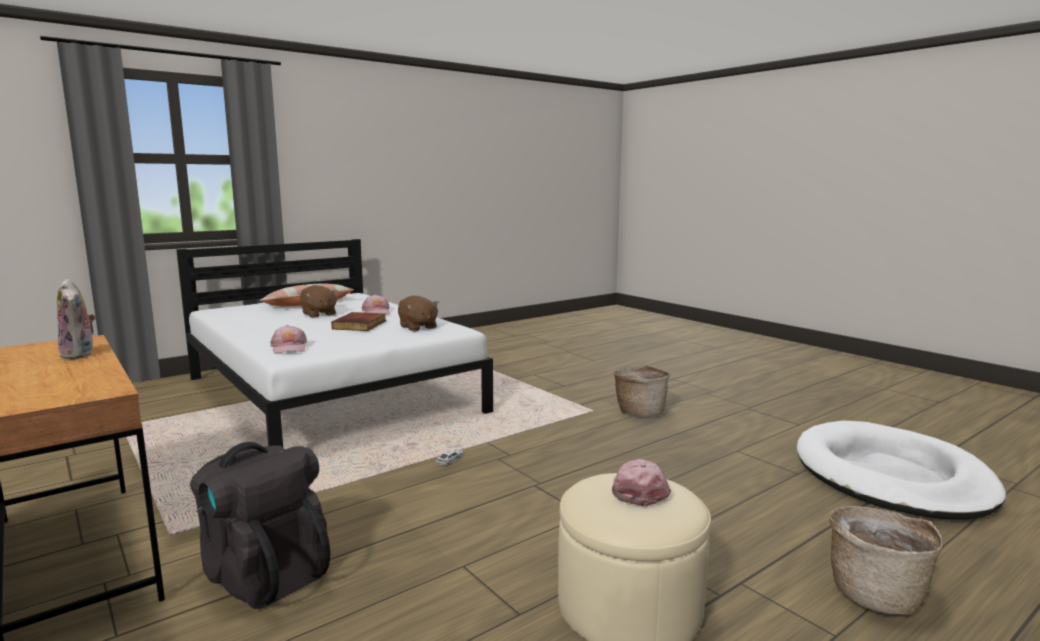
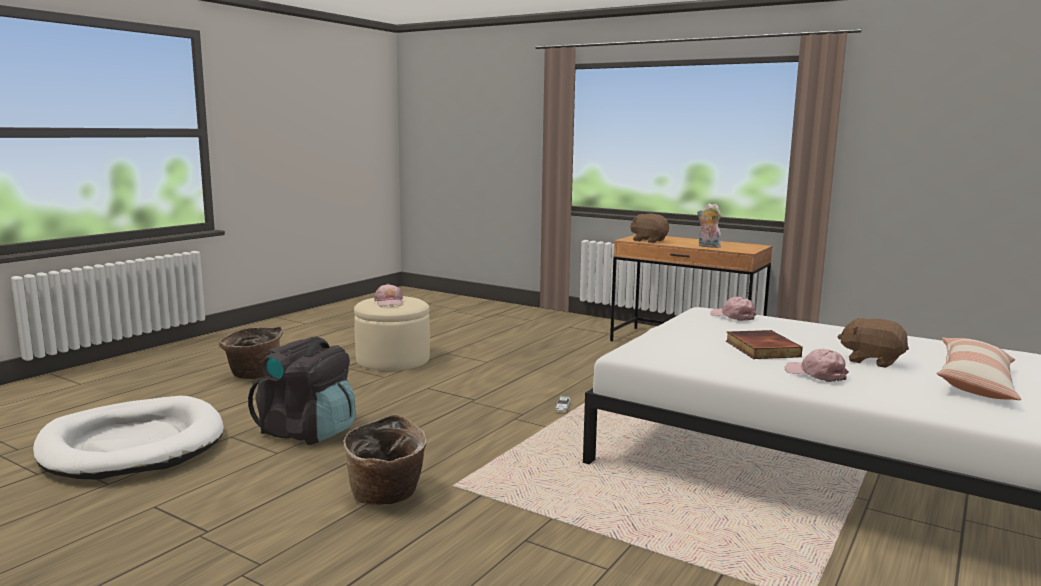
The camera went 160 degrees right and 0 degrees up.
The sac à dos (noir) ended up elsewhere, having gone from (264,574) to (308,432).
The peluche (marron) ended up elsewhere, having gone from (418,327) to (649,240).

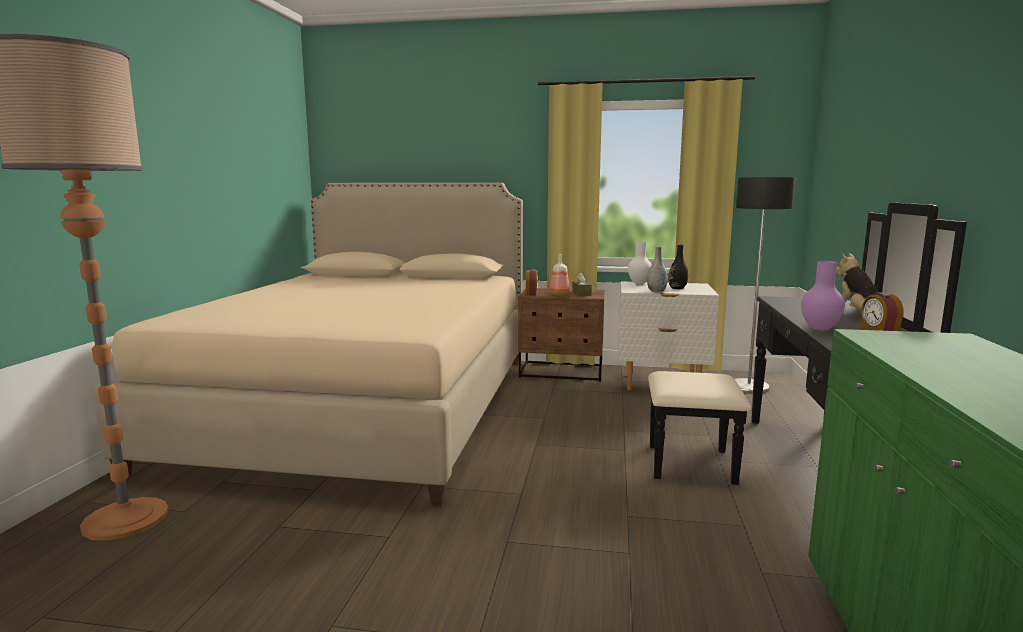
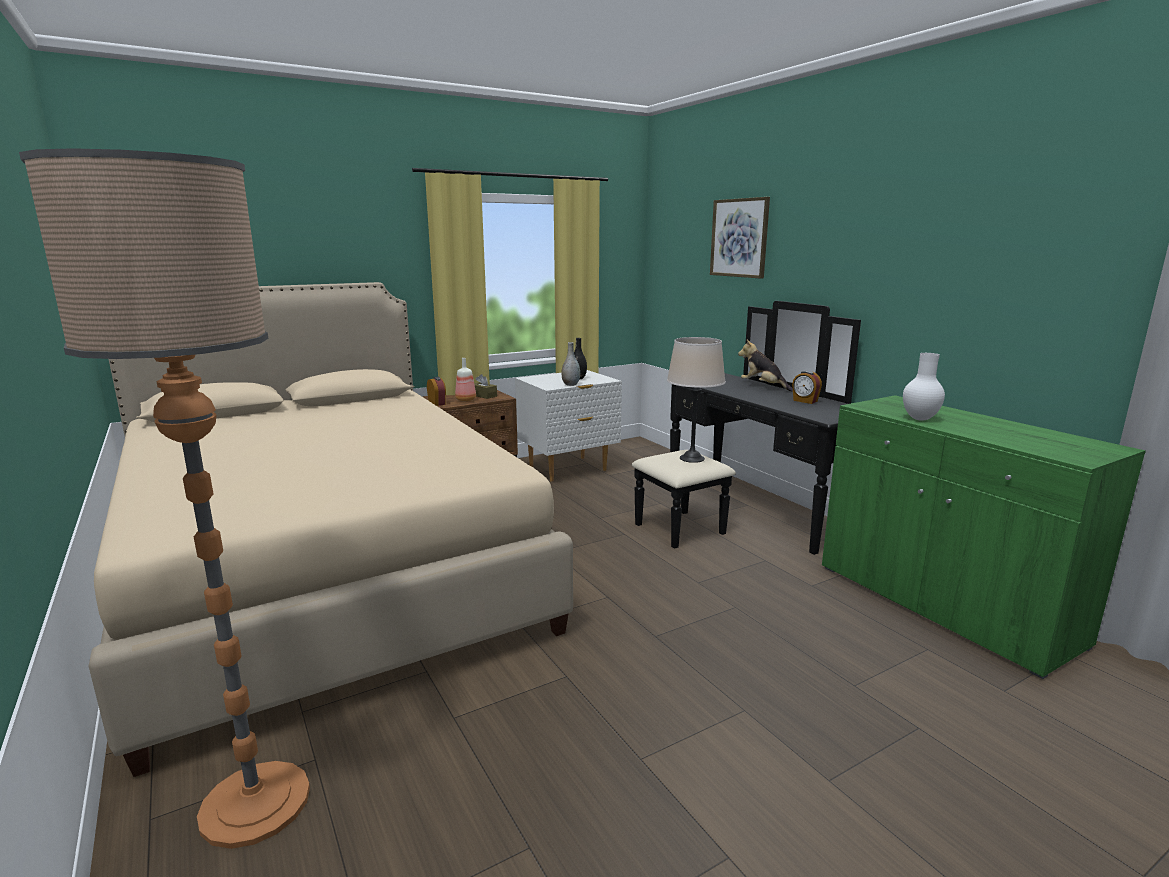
The camera went 40 degrees left and 5 degrees up.
The second view lost the lampadaire at (749,387).
The second view lost the vase (violet) at (819,329).
The second view gained the lampe de table (beige) at (692,458).
The second view gained the tableau at (739,238).
The vase (blanc) ended up elsewhere, having gone from (639,283) to (919,418).

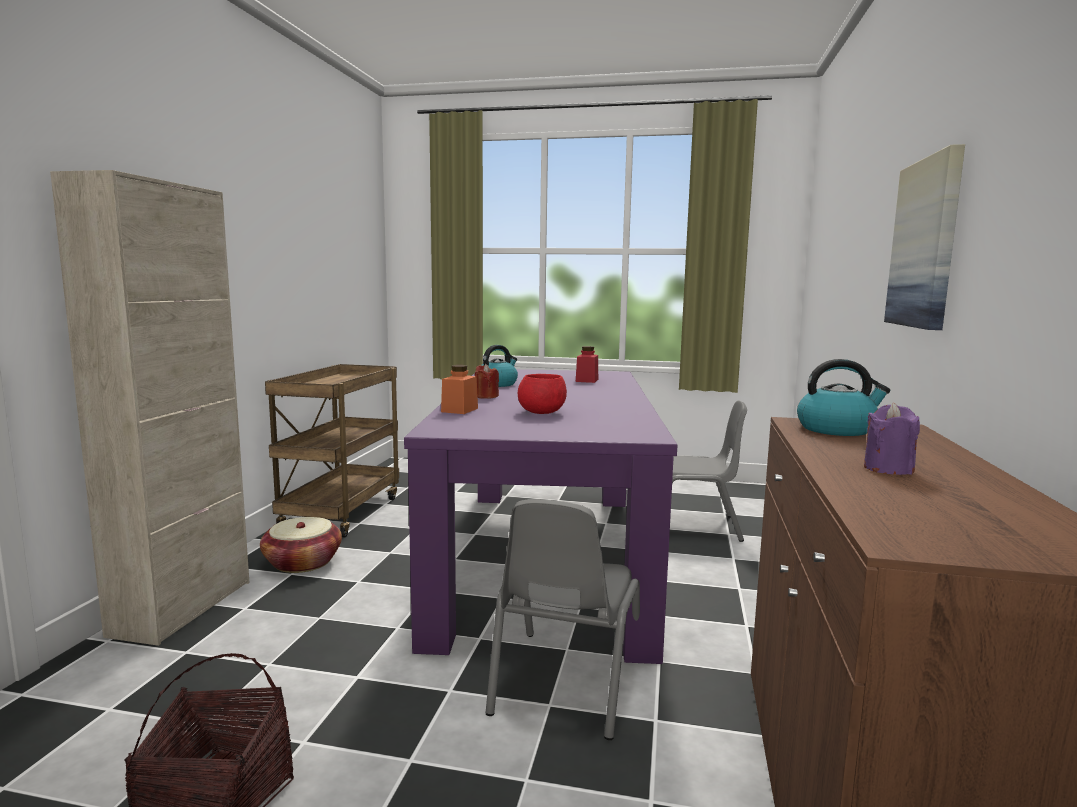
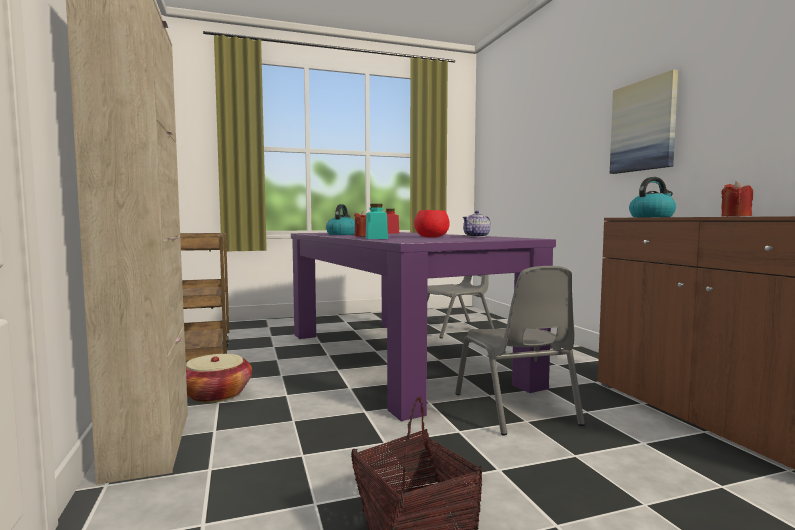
The camera went 30 degrees left and 5 degrees down.
The second view gained the théière at (477,236).
What was the bocal (orange) at (459,410) turned into the bocal (turquoise) at (376,238).
What was the bougie (violet) at (888,469) turned into the bougie (rouge) at (735,216).

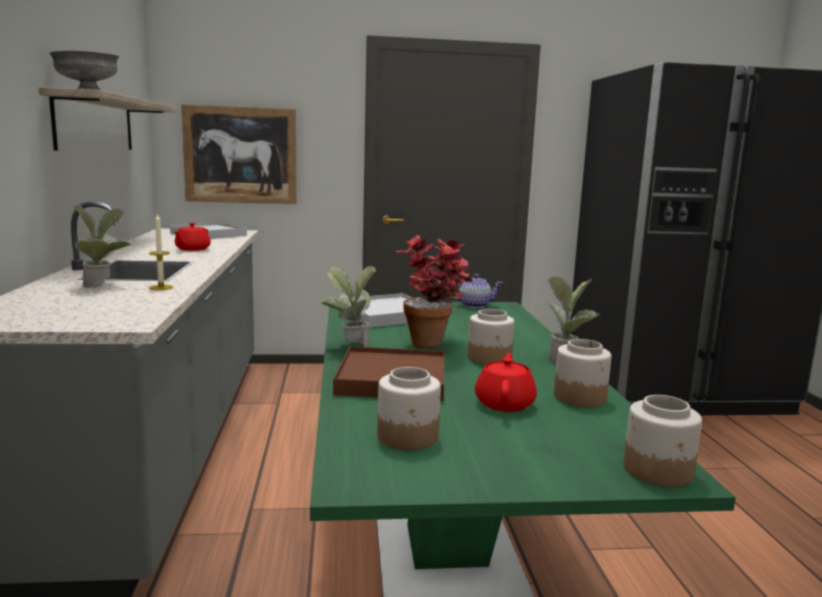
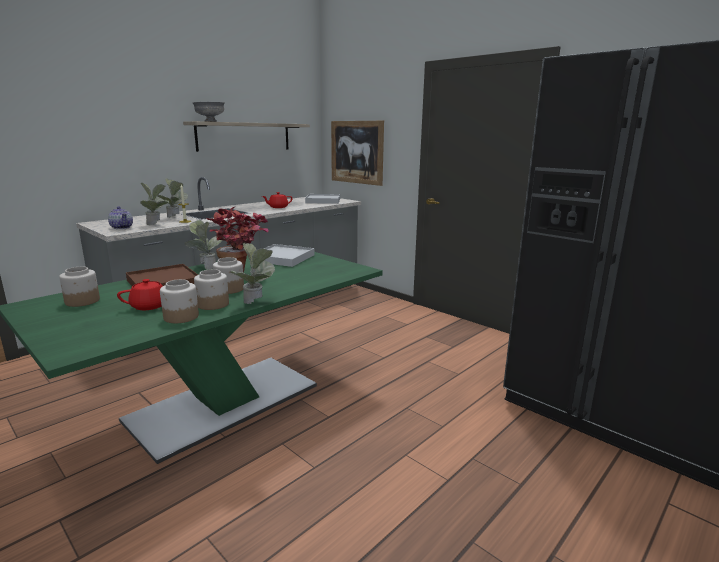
The camera went 50 degrees right and 5 degrees up.
The second view gained the plante en pot at (157,224).
The théière ended up elsewhere, having gone from (474,305) to (122,227).
The bocal ended up elsewhere, having gone from (658,471) to (212,304).

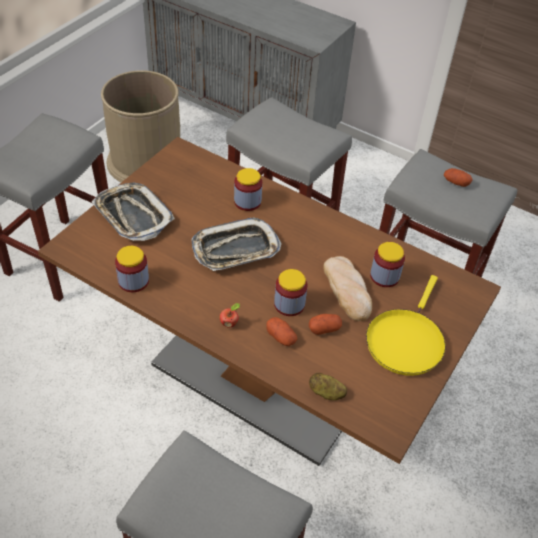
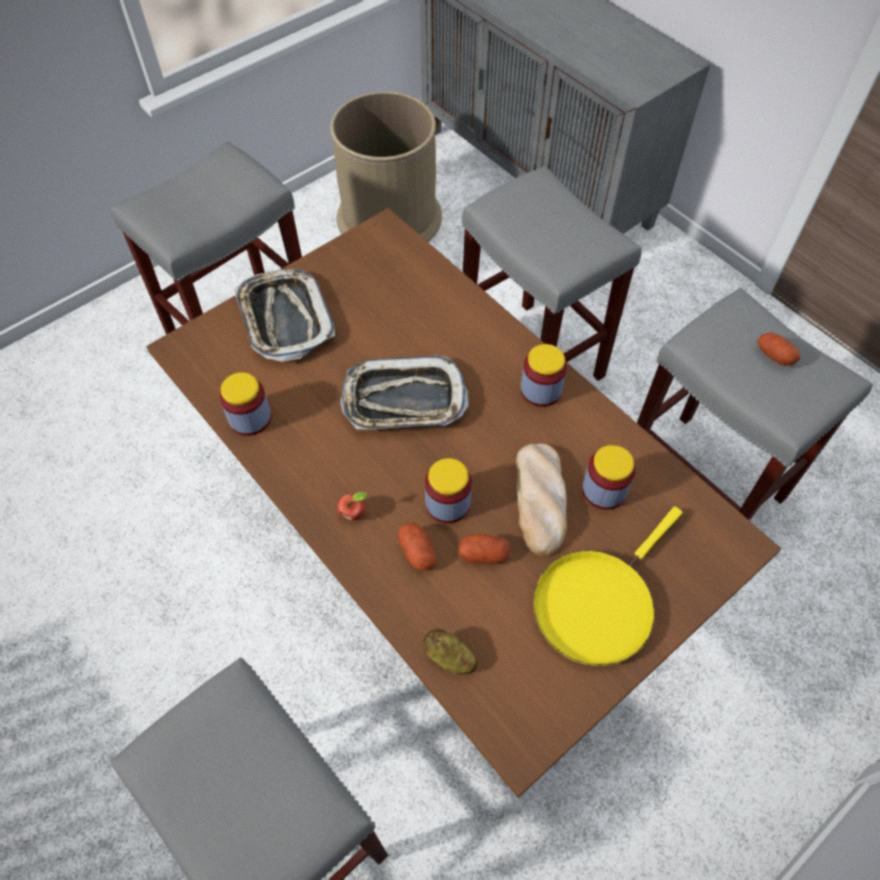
The camera went 20 degrees right and 10 degrees up.
The bocal ended up elsewhere, having gone from (247,202) to (541,390).

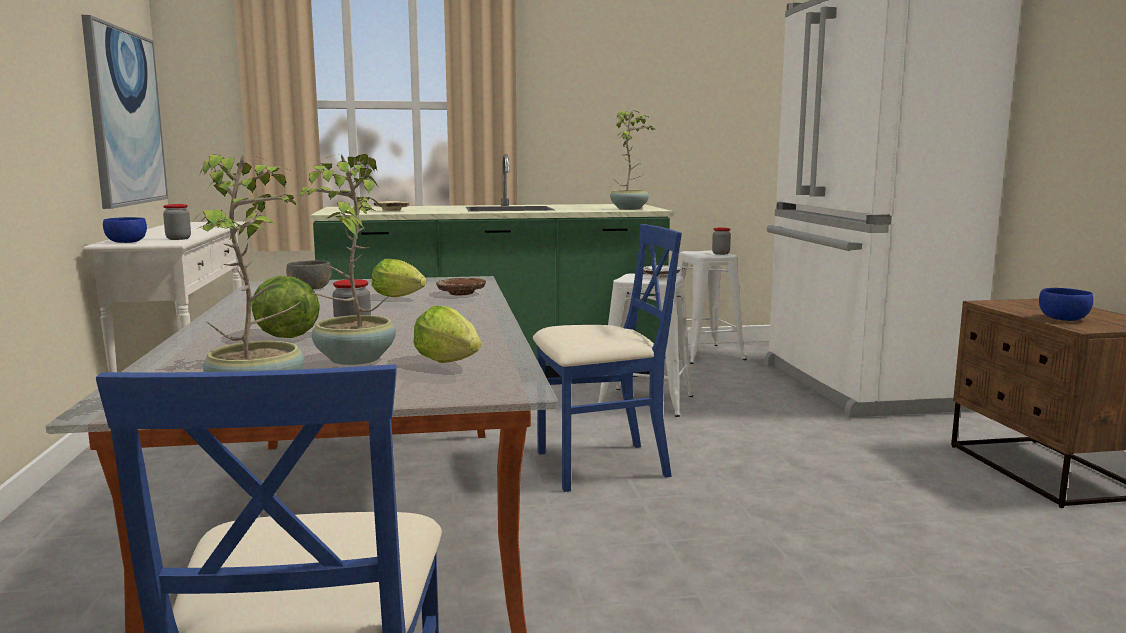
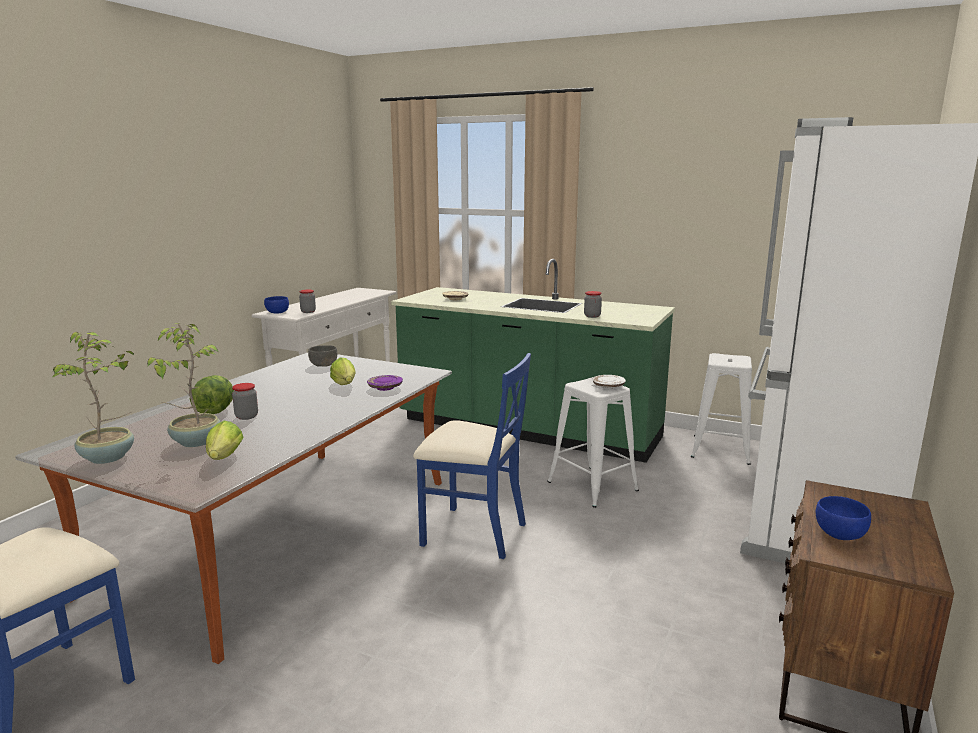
The camera went 35 degrees right and 5 degrees up.
The second view lost the tableau at (126,117).
The second view lost the plante en pot at (630,208).
The bocal ended up elsewhere, having gone from (720,253) to (592,316).
What was the assiette (marron) at (461,293) turned into the assiette (violet) at (385,388).

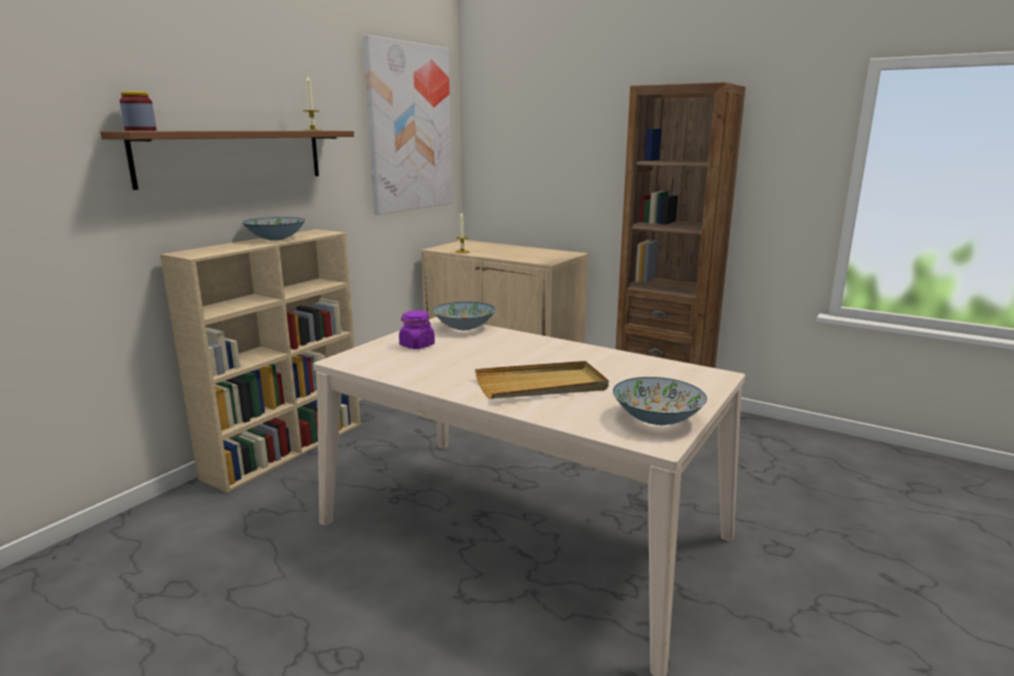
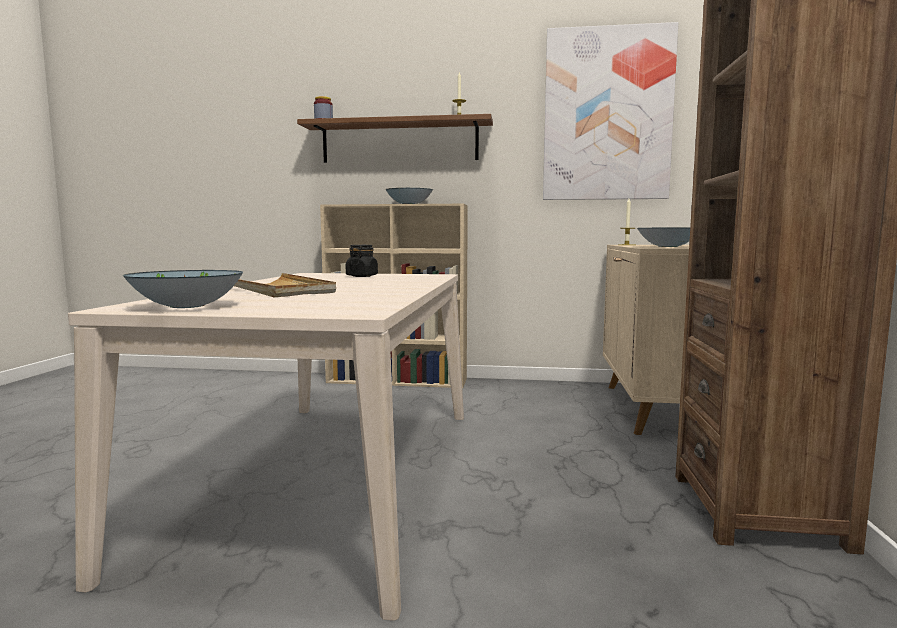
The camera went 65 degrees right and 10 degrees down.
The bol ended up elsewhere, having gone from (464,328) to (668,246).
What was the bocal (violet) at (417,345) turned into the bocal (noir) at (362,276).

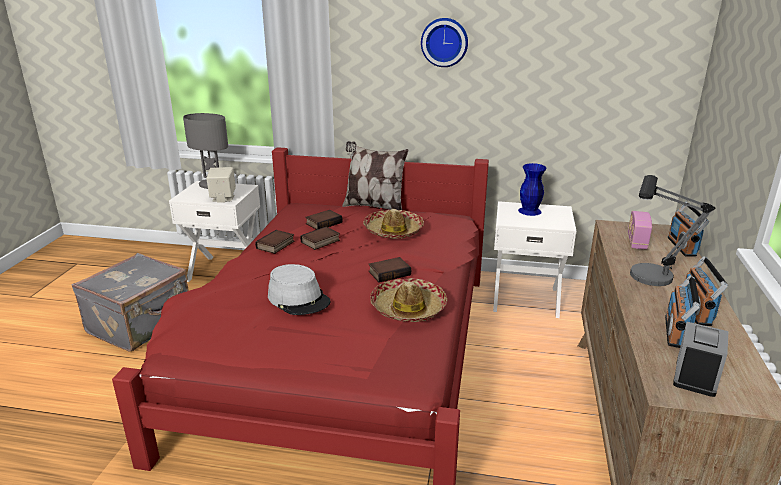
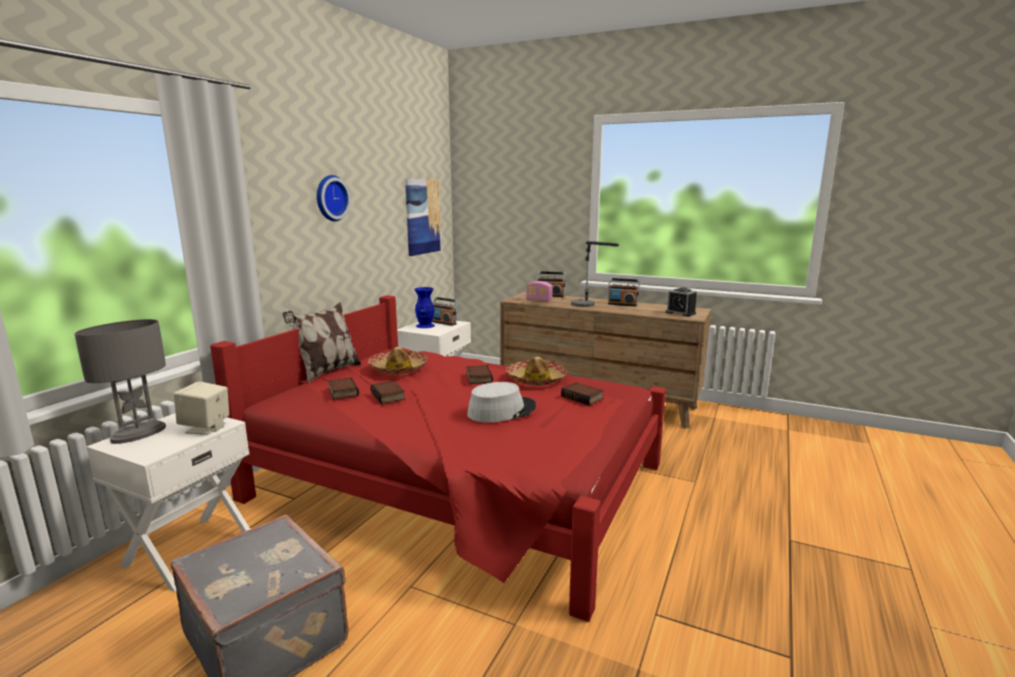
The camera went 75 degrees left and 10 degrees down.
The second view gained the tableau at (422,216).
The livre ended up elsewhere, having gone from (276,245) to (583,397).
The radio ended up elsewhere, having gone from (675,332) to (444,323).

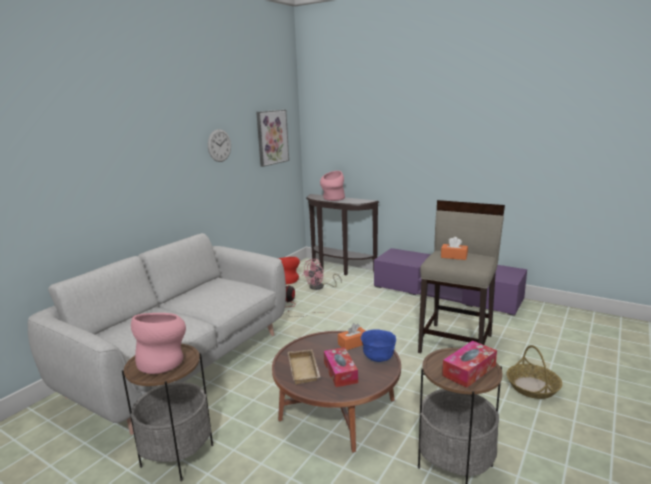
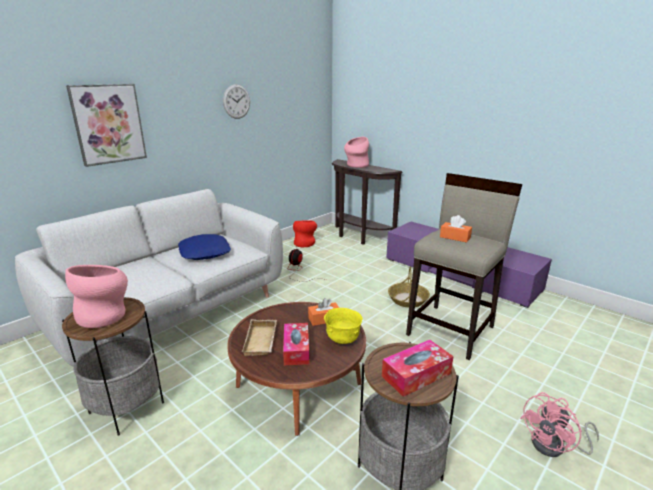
The camera went 10 degrees right and 5 degrees up.
The second view gained the coussin (bleu) at (205,252).
The tableau ended up elsewhere, having gone from (272,137) to (108,124).
The ventilateur (rose) ended up elsewhere, having gone from (320,287) to (555,447).
The panier ended up elsewhere, having gone from (532,387) to (407,299).
What was the bol (bleu) at (378,358) turned into the bol (jaune) at (342,339).

